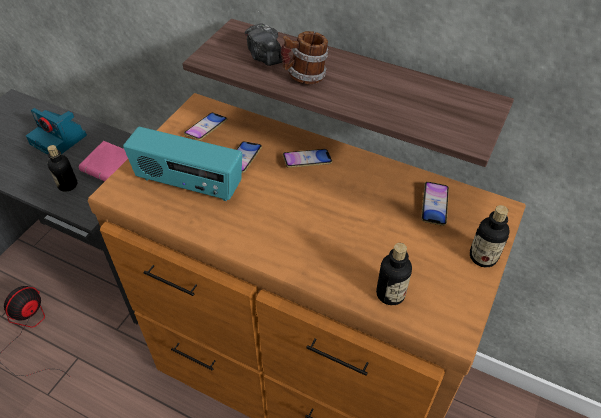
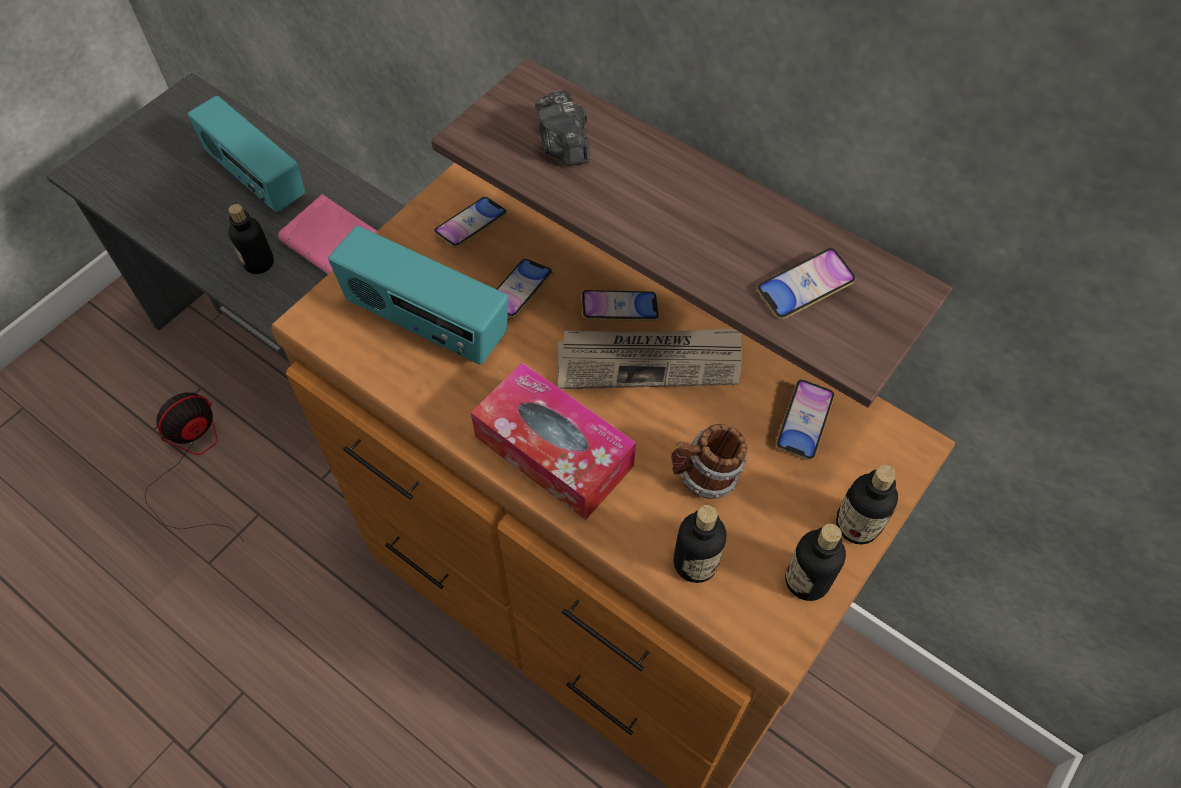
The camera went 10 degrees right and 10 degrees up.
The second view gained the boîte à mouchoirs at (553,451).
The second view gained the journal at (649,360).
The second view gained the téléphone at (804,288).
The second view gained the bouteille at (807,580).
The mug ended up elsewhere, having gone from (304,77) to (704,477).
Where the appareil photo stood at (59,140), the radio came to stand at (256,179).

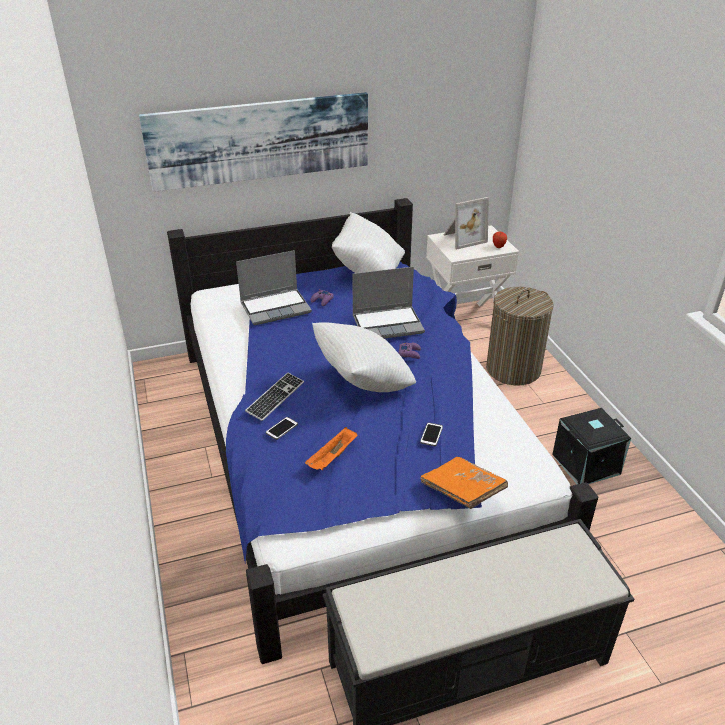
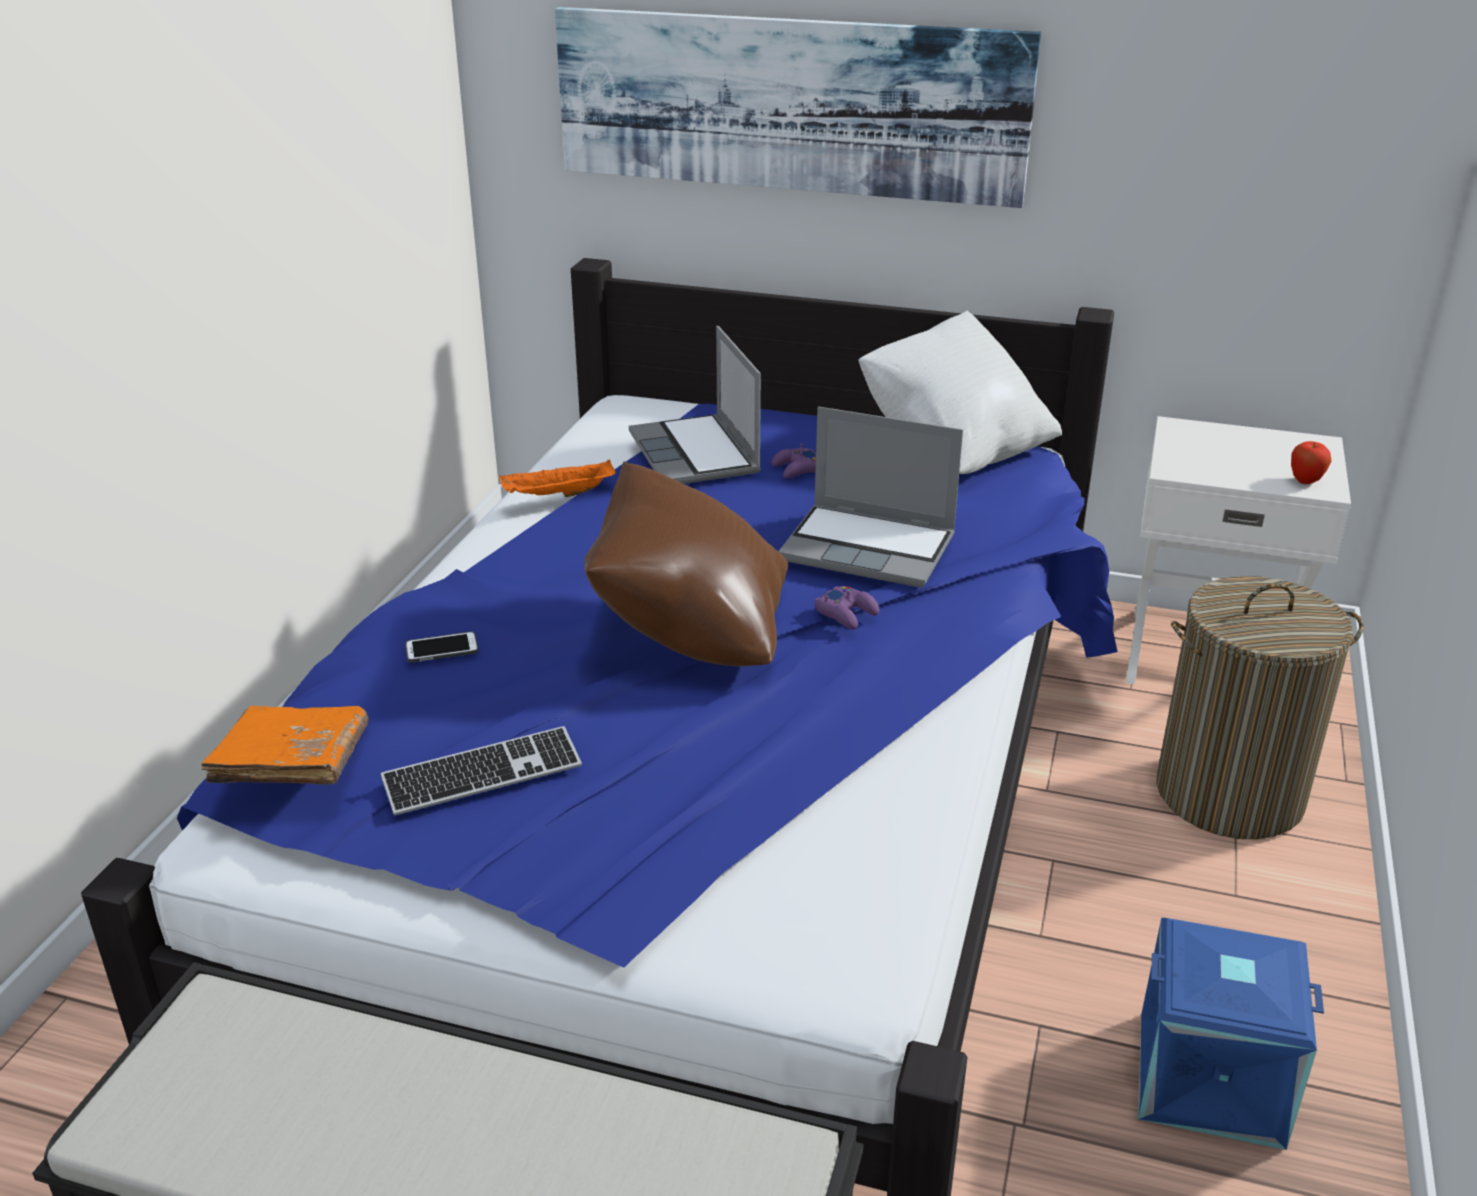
The camera went 35 degrees right and 5 degrees down.
The second view lost the téléphone at (431,435).
The second view lost the cadre photo at (463,238).
The clavier ended up elsewhere, having gone from (275,397) to (482,775).
The plateau (orange) ended up elsewhere, having gone from (332,458) to (558,495).
The livre (orange) ended up elsewhere, having gone from (462,491) to (293,768).
What was the coussin (blanc) at (363,382) turned into the coussin (marron) at (691,632).
What was the boîte de rangement (noir) at (585,463) turned into the boîte de rangement (bleu) at (1211,1076).
The ordinateur portable at (276,307) ended up facing another way, 60 degrees clockwise from before.

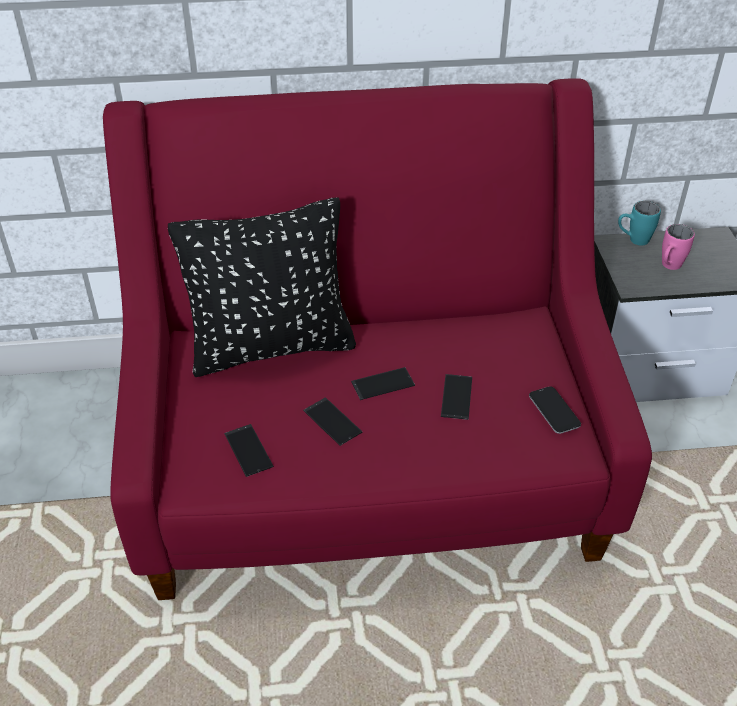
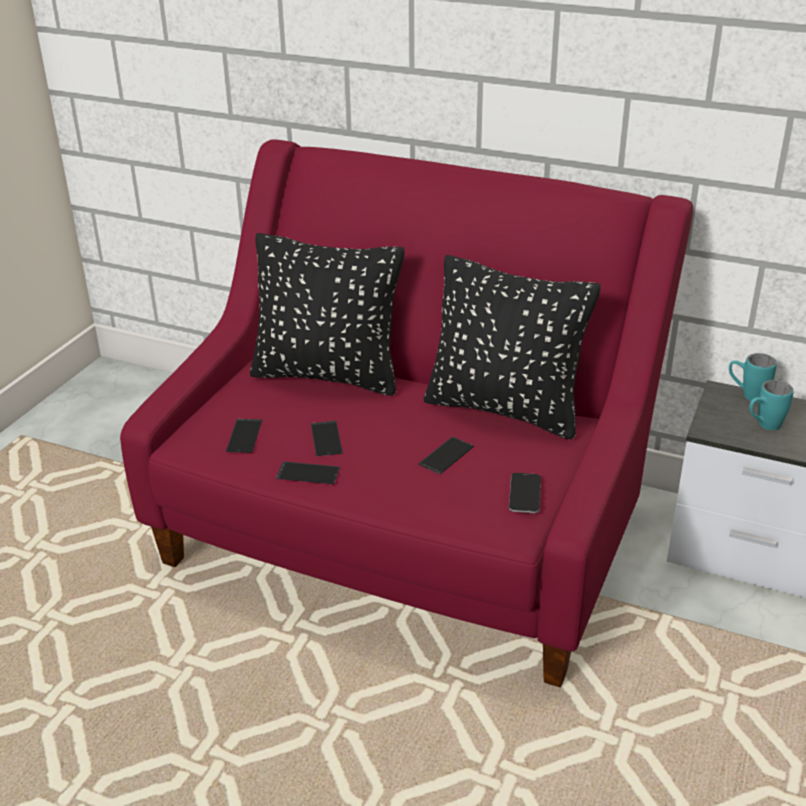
The camera went 30 degrees right and 10 degrees down.
The second view gained the coussin (noir) at (504,409).
The téléphone ended up elsewhere, having gone from (383,384) to (308,473).
What was the mug (rose) at (668,267) turned into the mug (turquoise) at (763,426).

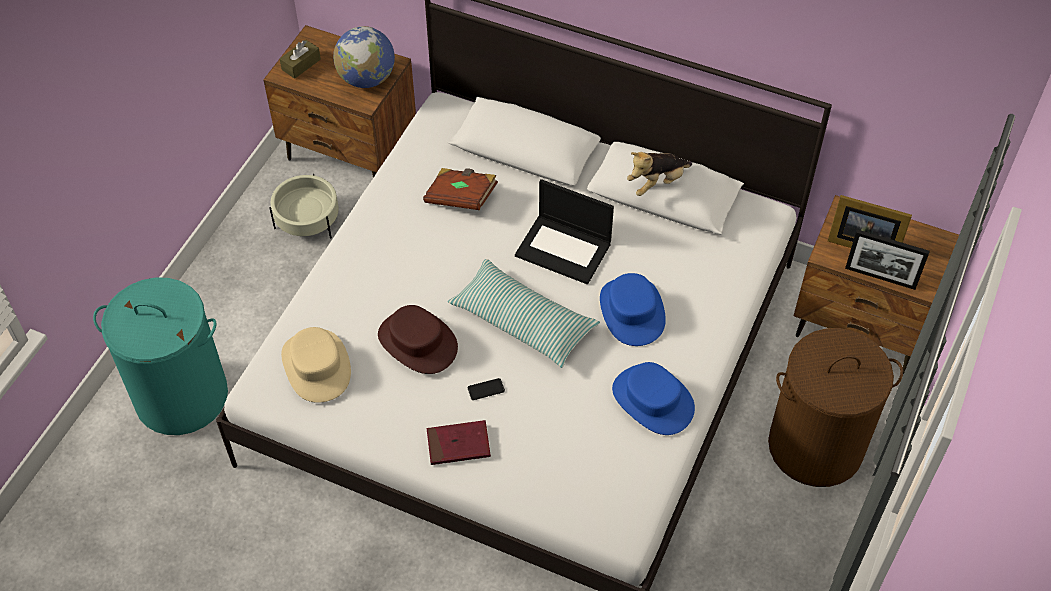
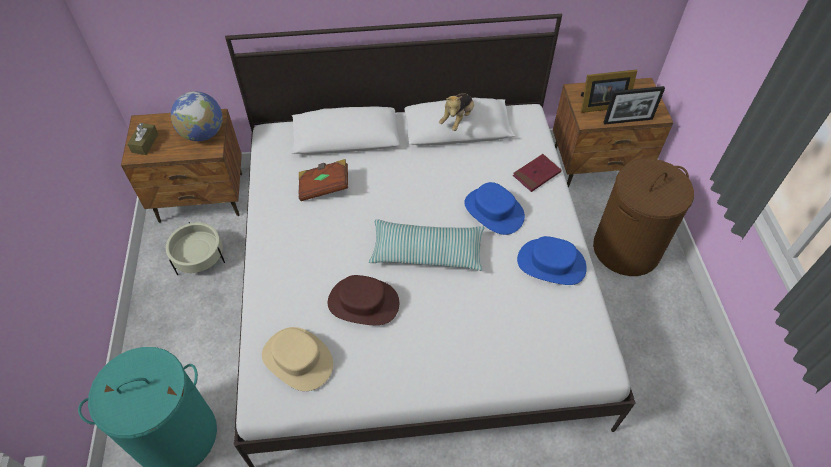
The camera went 30 degrees left and 0 degrees up.
The second view lost the téléphone at (486,389).
The second view lost the ordinateur portable at (564,249).
The livre (rouge) ended up elsewhere, having gone from (458,444) to (536,174).

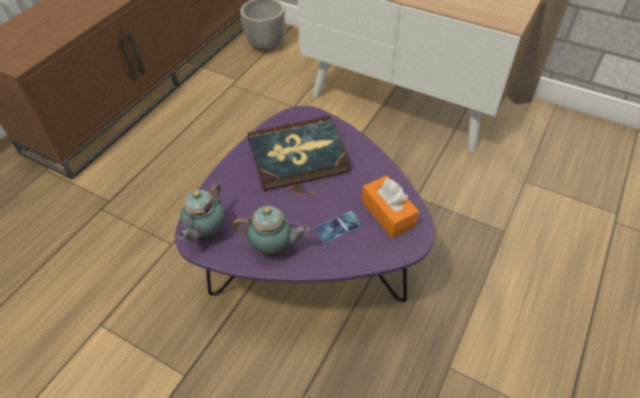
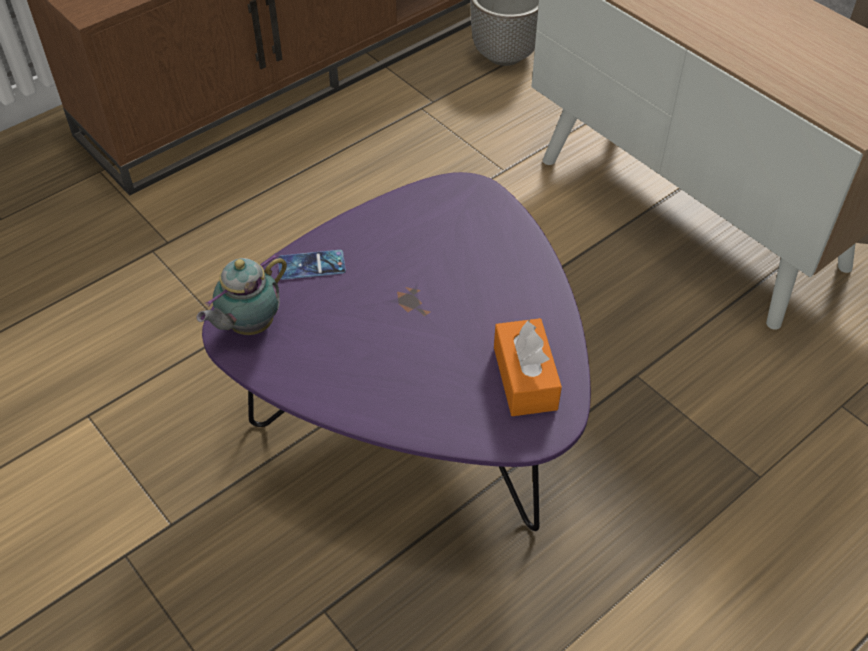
The camera went 20 degrees right and 0 degrees up.
The second view lost the théière at (274,248).
The second view lost the livre at (298,156).
The téléphone ended up elsewhere, having gone from (338,227) to (311,265).

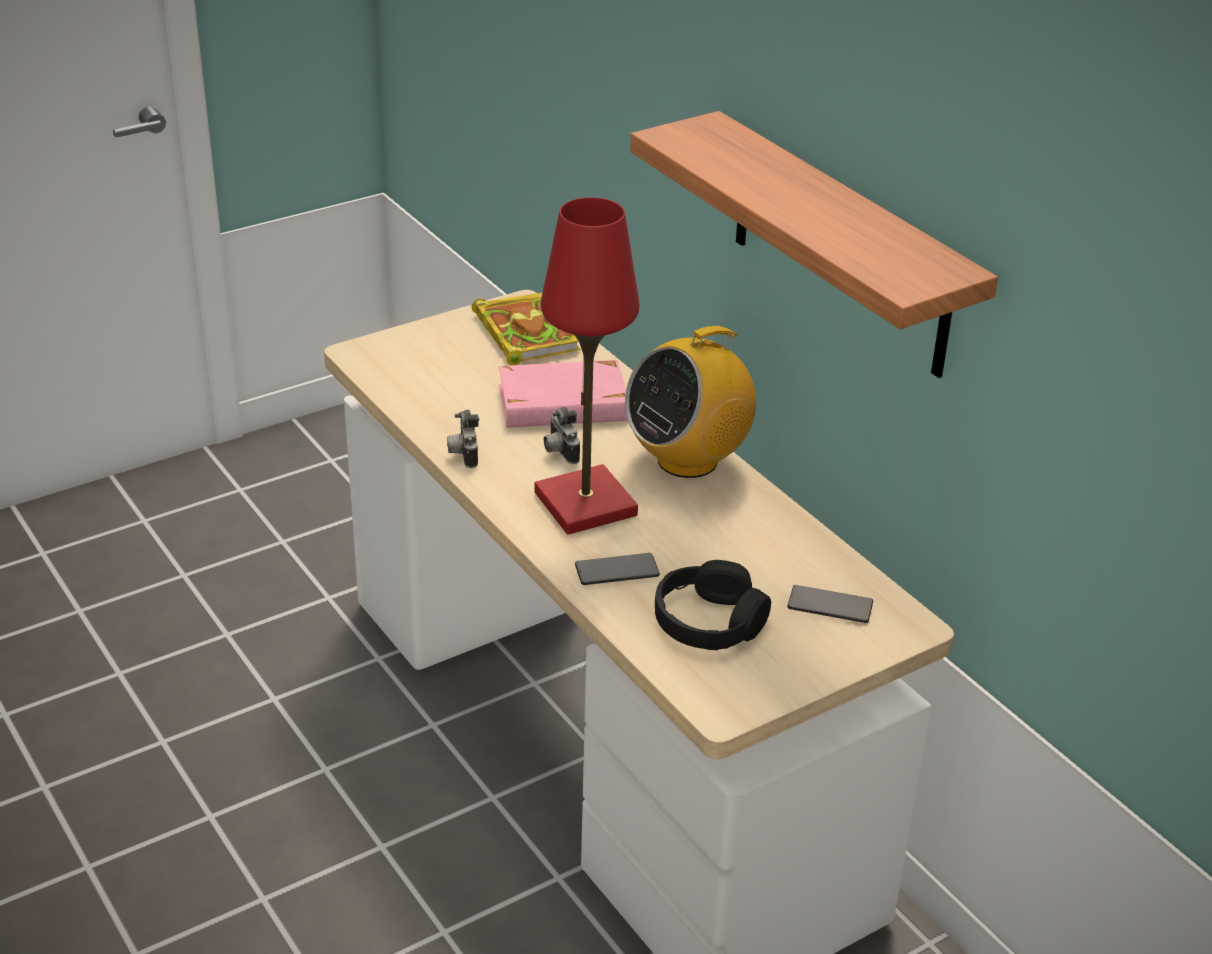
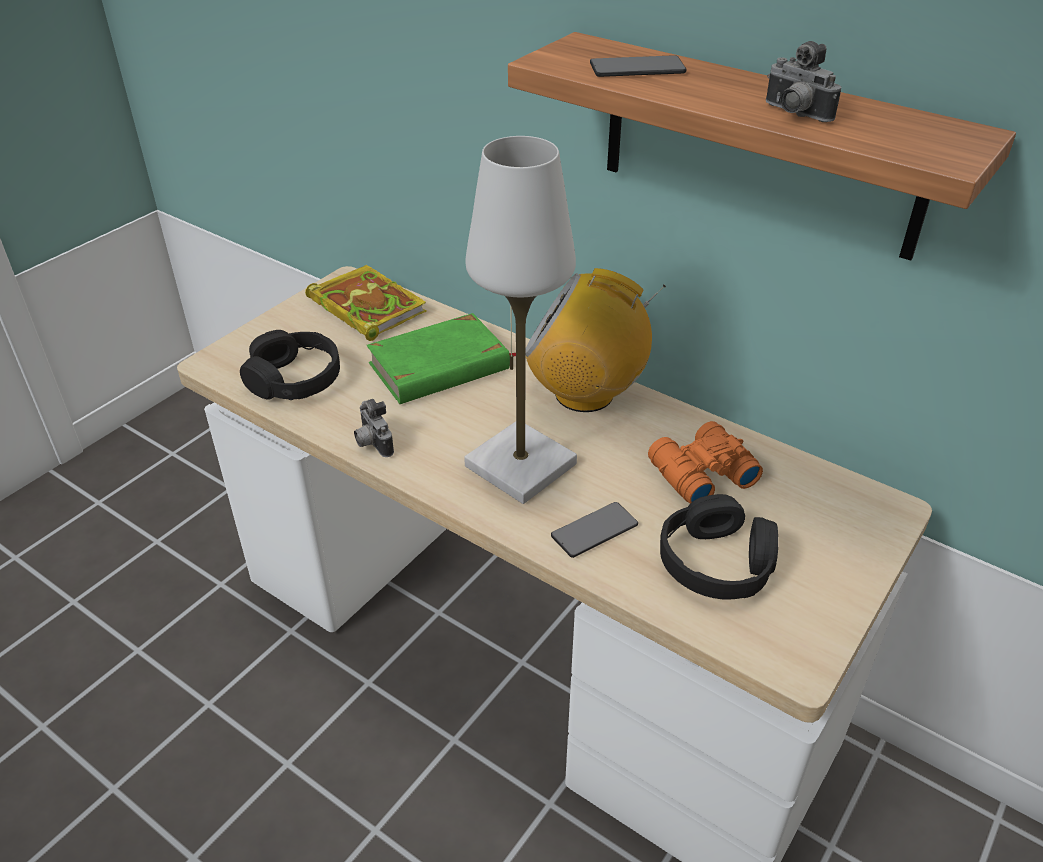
The camera went 20 degrees left and 5 degrees up.
The second view gained the casque audio (noir) at (294,379).
The second view gained the jumelles (orange) at (699,473).
The appareil photo ended up elsewhere, having gone from (559,451) to (794,114).
The téléphone ended up elsewhere, having gone from (830,605) to (637,69).
What was the livre (rose) at (564,404) turned into the livre (vert) at (440,366).
What was the lampe de table (rouge) at (585,504) turned into the lampe de table (blanc) at (520,465).
The radio at (688,460) ended up facing another way, 75 degrees clockwise from before.

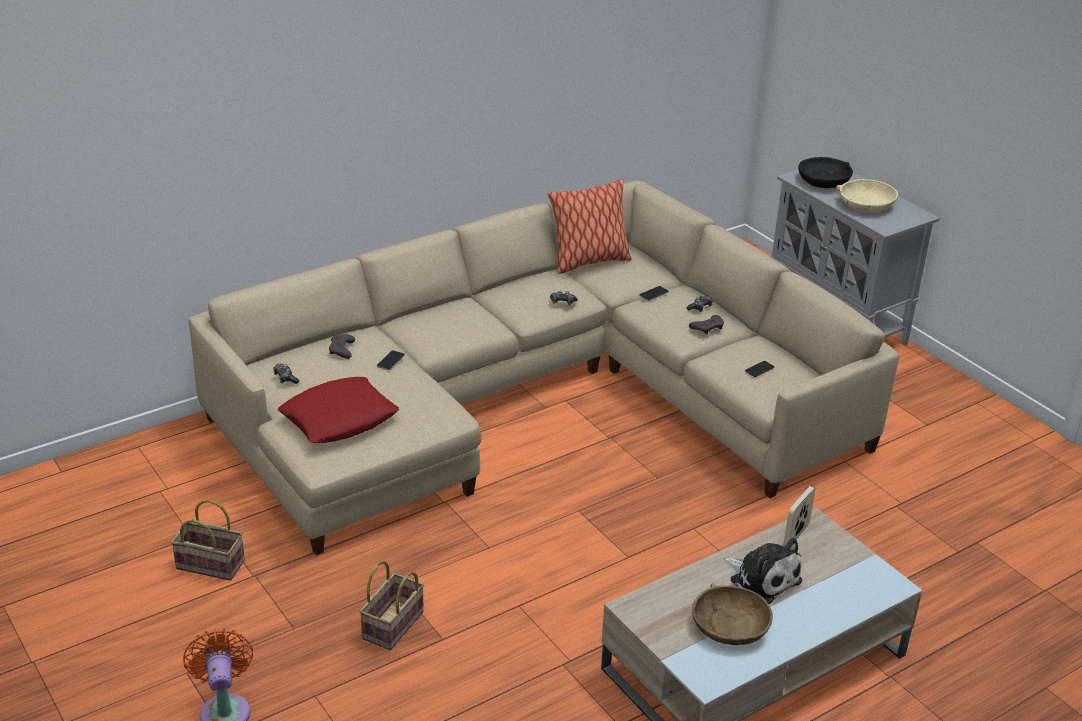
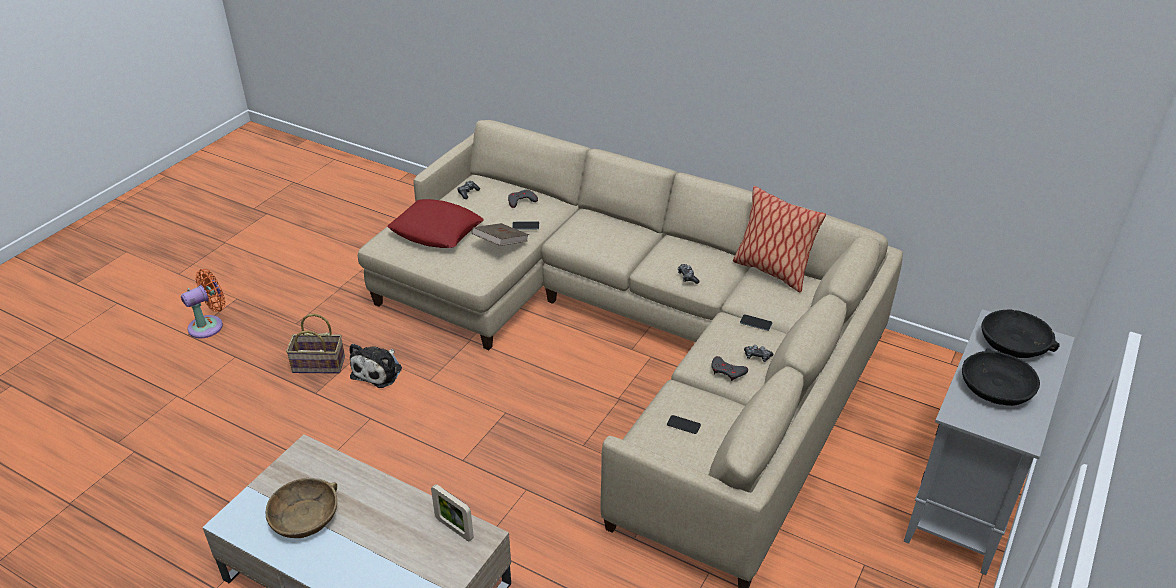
The camera went 65 degrees right and 5 degrees up.
The second view lost the panier at (212,564).
The second view gained the livre (marron) at (501,244).
The peluche ended up elsewhere, having gone from (762,579) to (379,371).
What was the bol (beige) at (865,204) turned into the bol (noir) at (995,387).
The cadre photo at (796,535) ended up facing another way, 150 degrees counterclockwise from before.

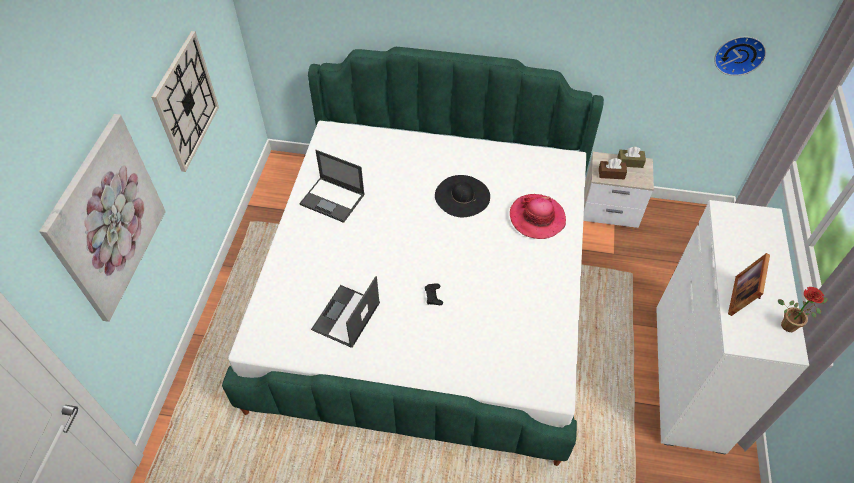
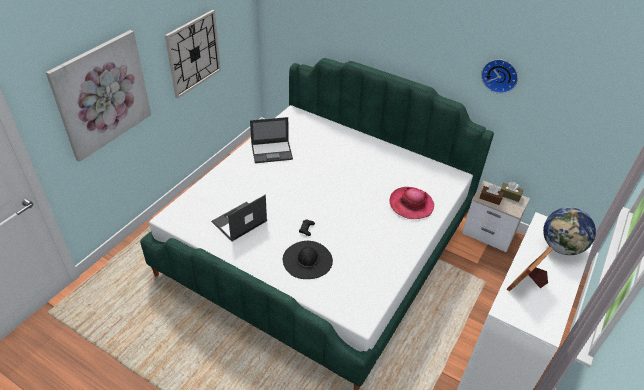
The camera went 20 degrees right and 10 degrees down.
The second view lost the plante en pot at (790,324).
The second view gained the globe at (561,247).
The chapeau (noir) ended up elsewhere, having gone from (462,196) to (307,260).
The horloge murale ended up elsewhere, having gone from (739,53) to (500,75).
The ordinateur portable at (333,199) ended up facing another way, 60 degrees counterclockwise from before.

